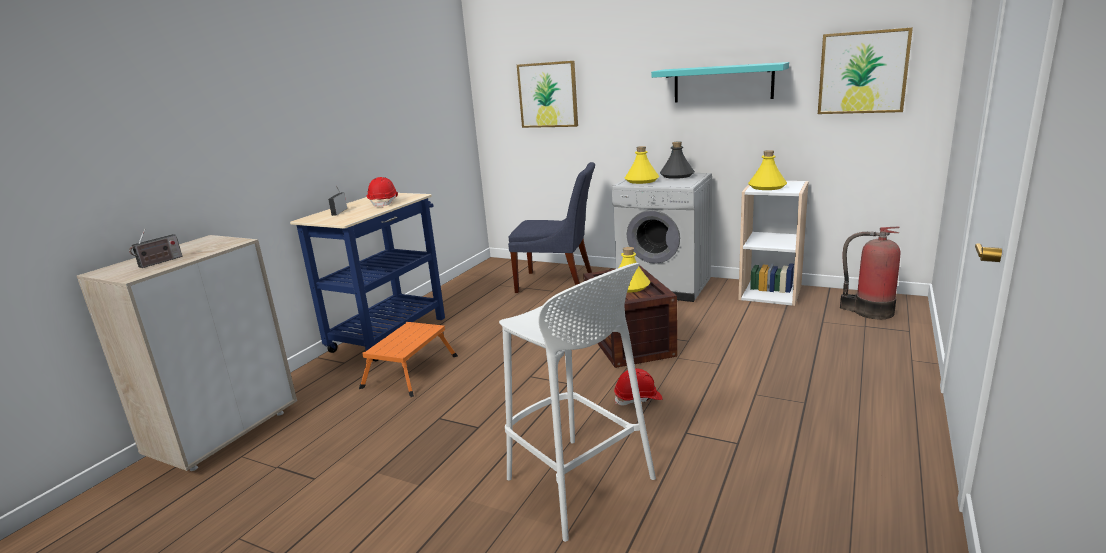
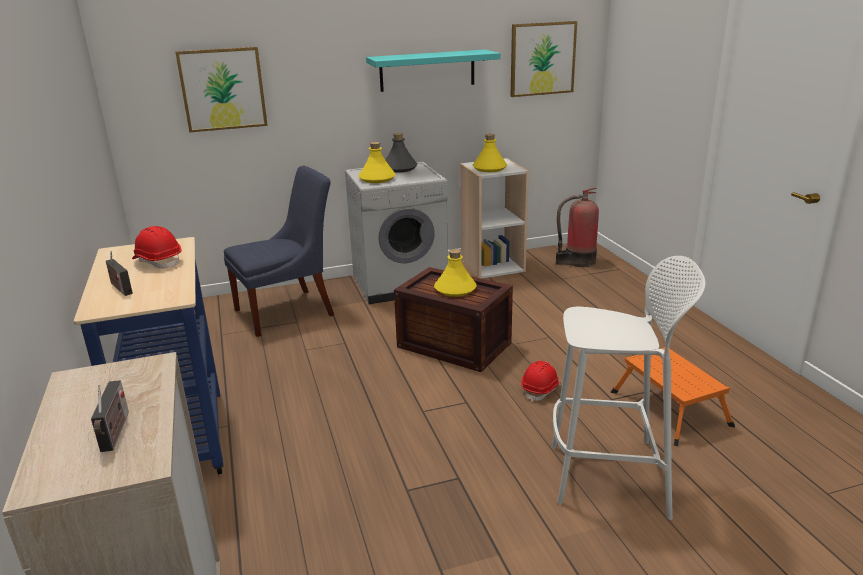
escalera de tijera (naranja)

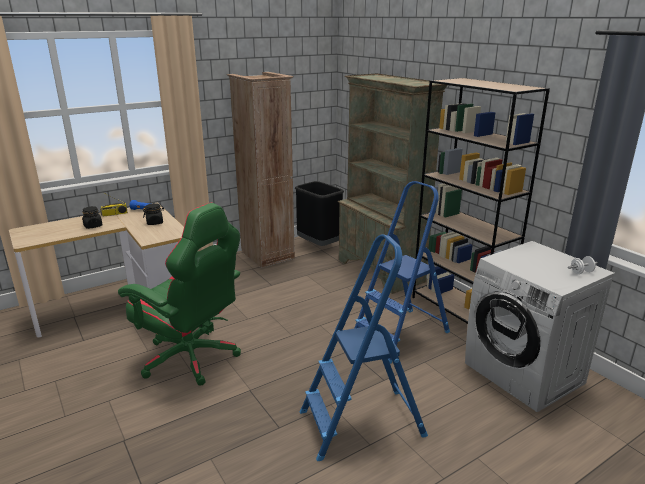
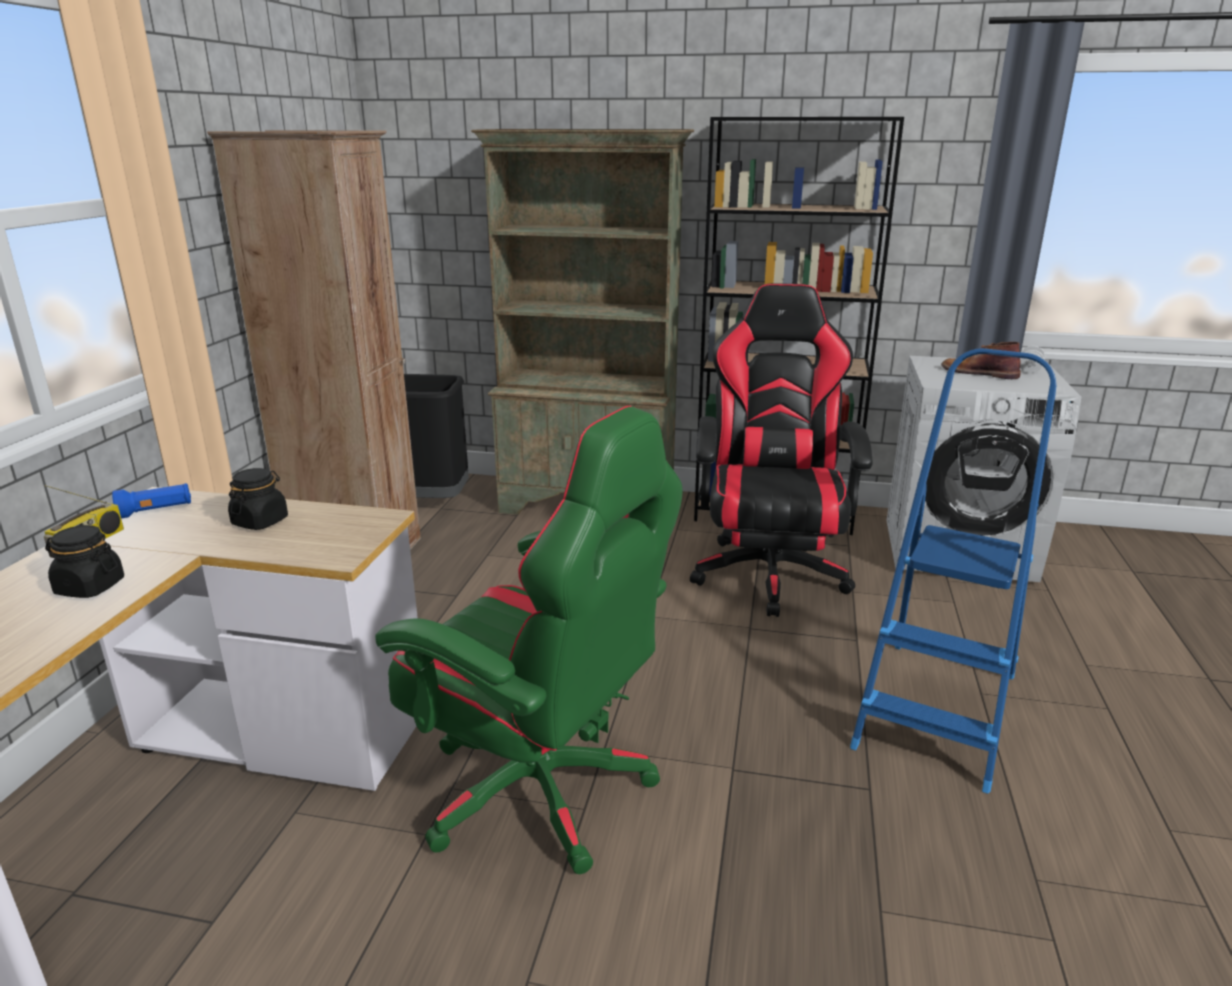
bota (marrón)
silla de oficina (negro)
silla de oficina (verde)

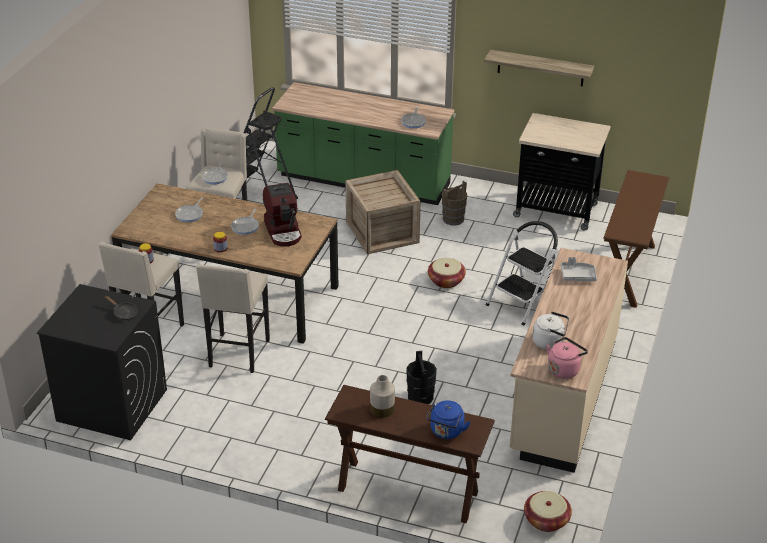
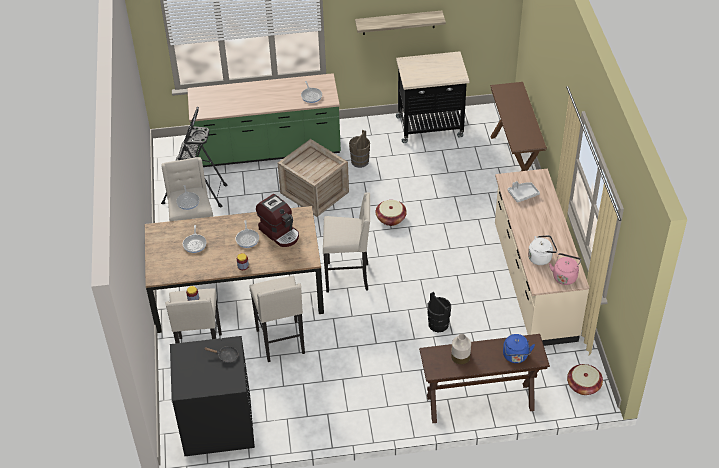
escalera de tijera (no. 2 from left in the first image)
taburete (beis) (no. 4 from left)

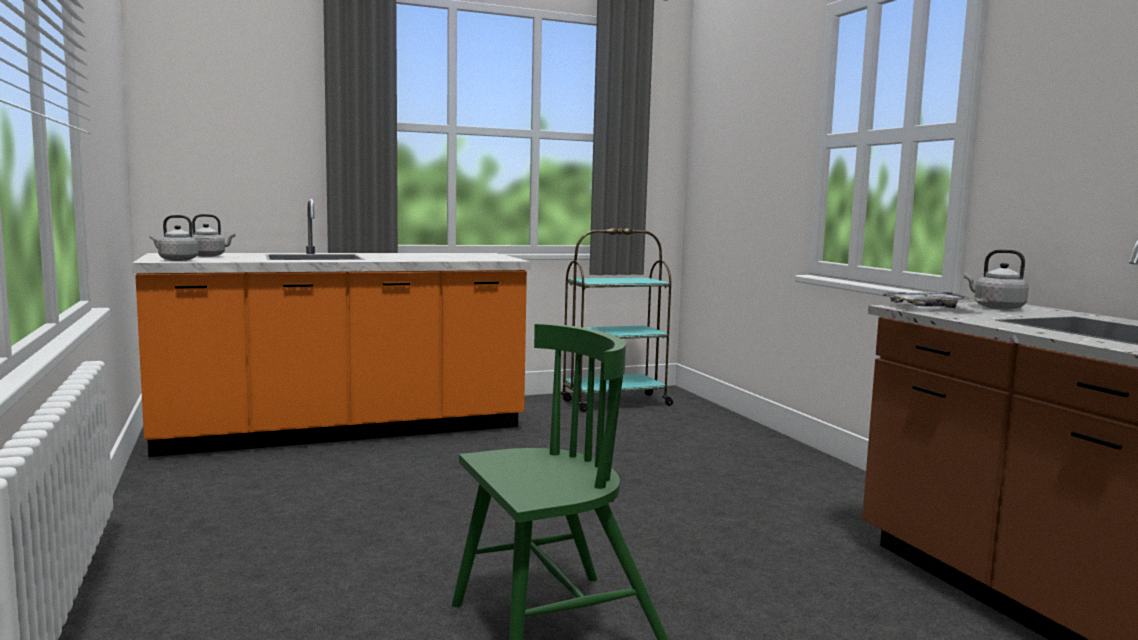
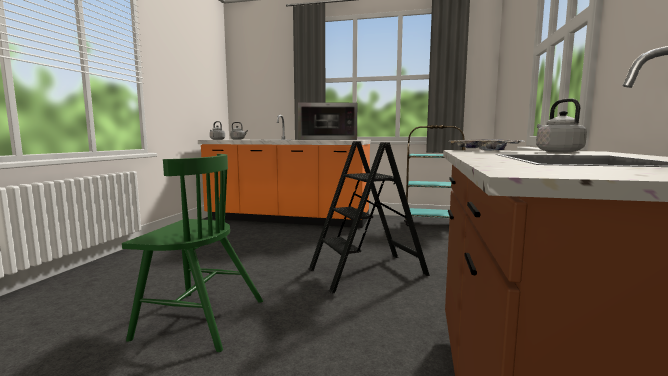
microondas
escalera de tijera (negro)

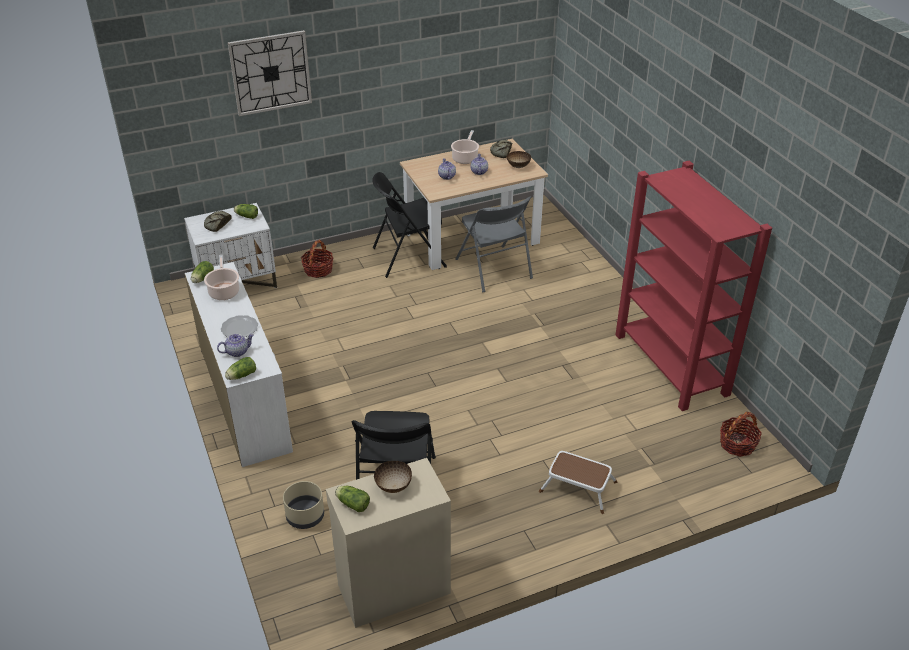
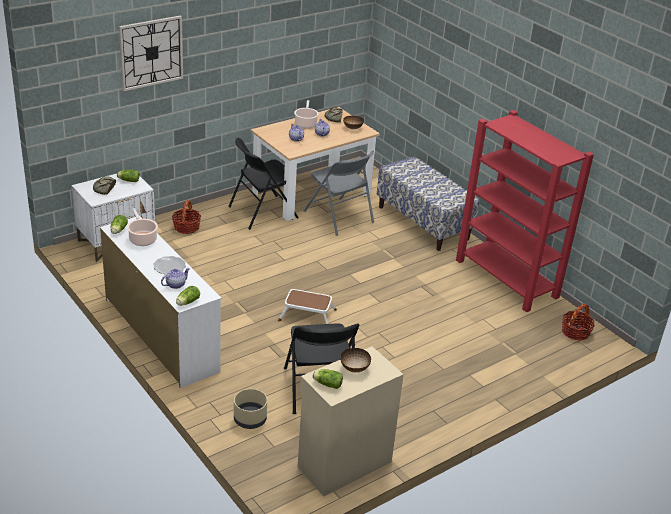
banco
escalera de tijera (marrón)

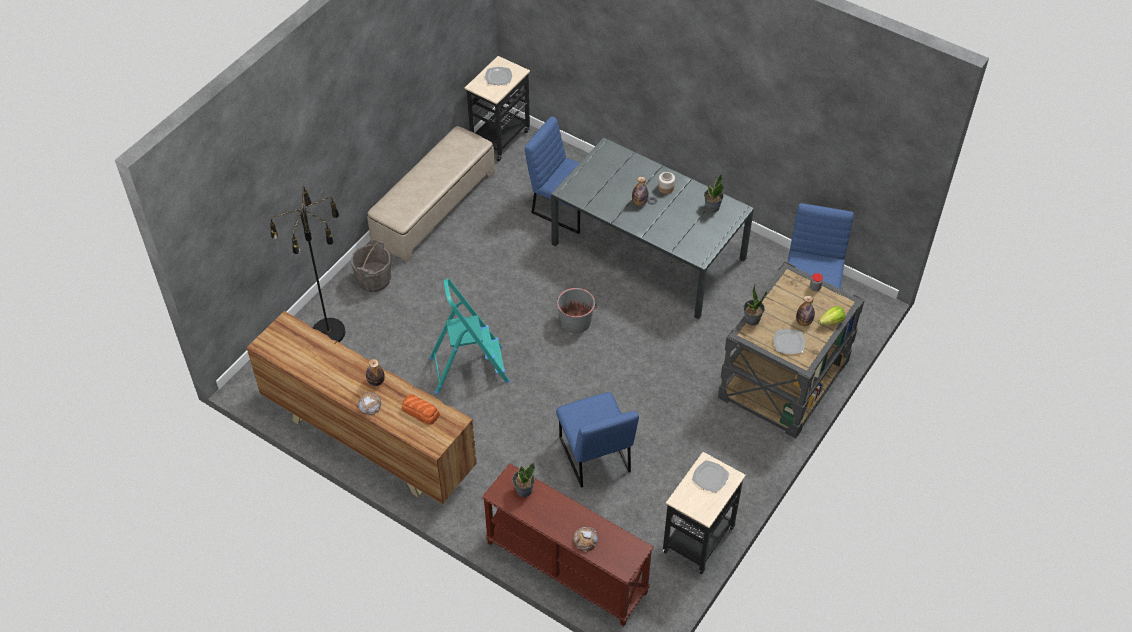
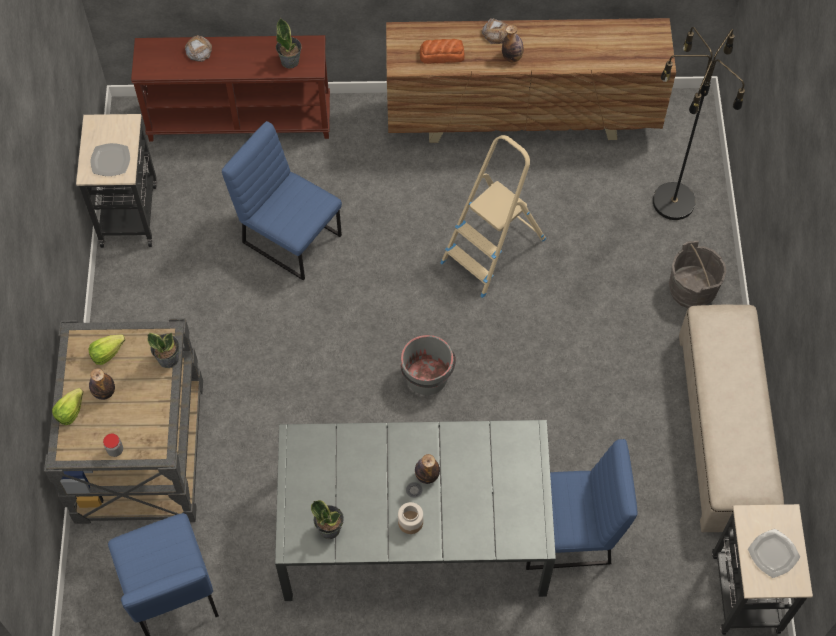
lechuga (no. 2 from left)
escalera de tijera (beis)

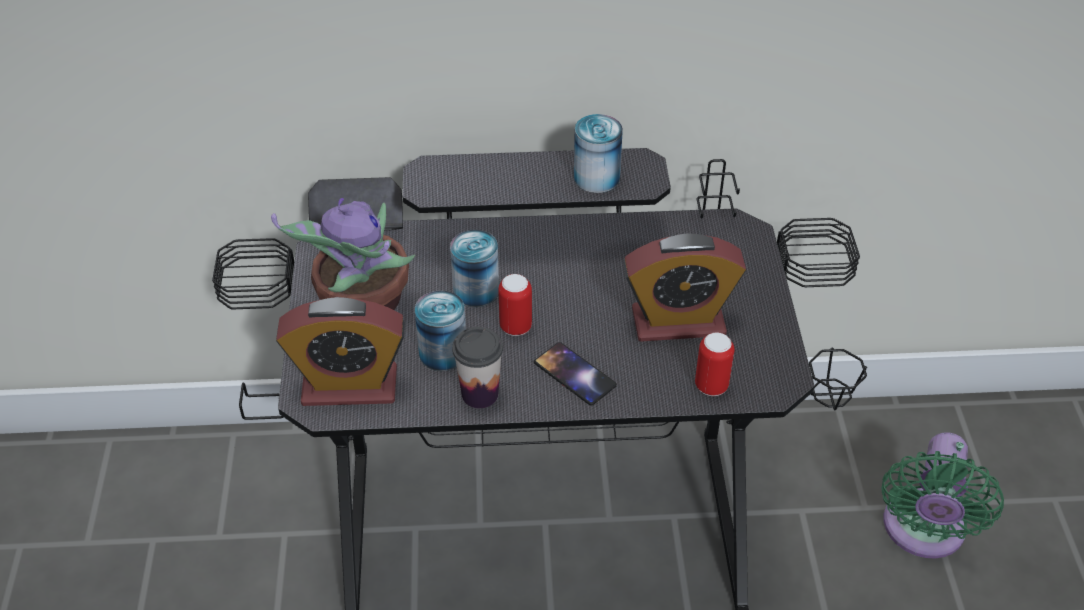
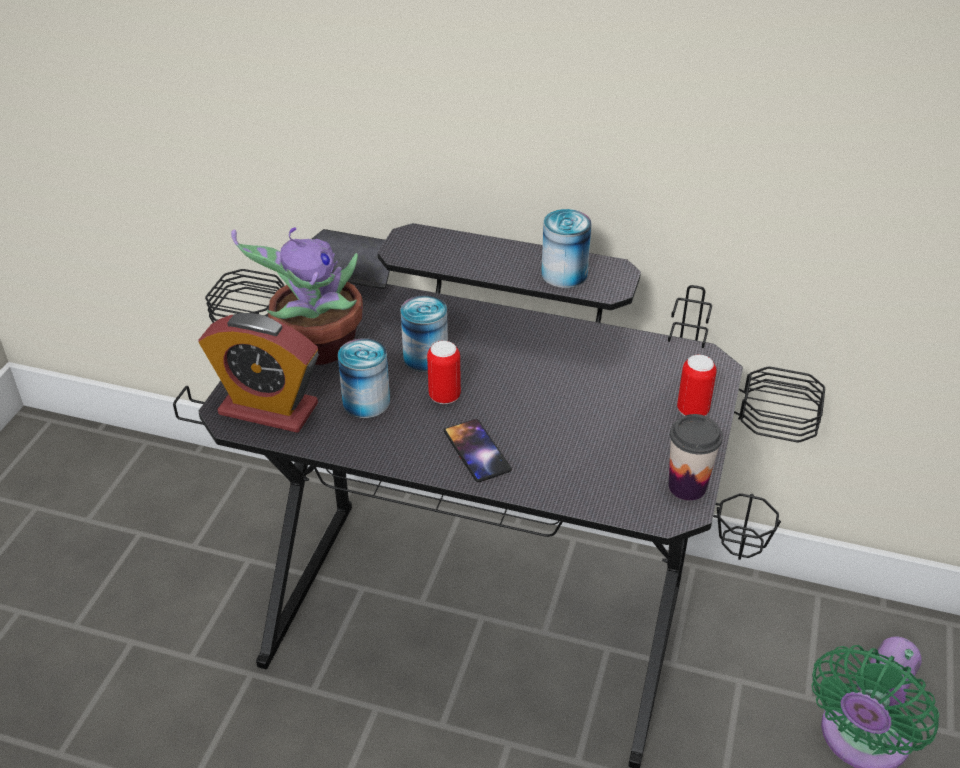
despertador (no. 2 from left in the first image)
taza
lata (no. 5 from left)

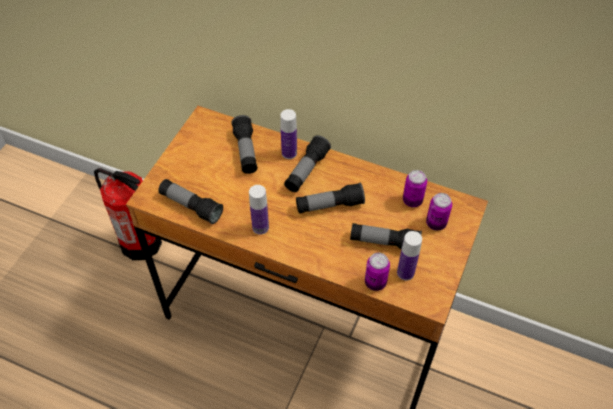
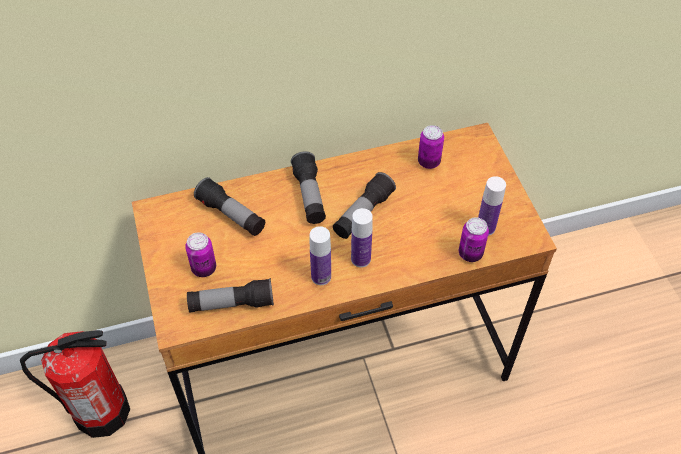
linterna (no. 5 from left in the first image)
botella (no. 2 from left)
lata (no. 1 from left)

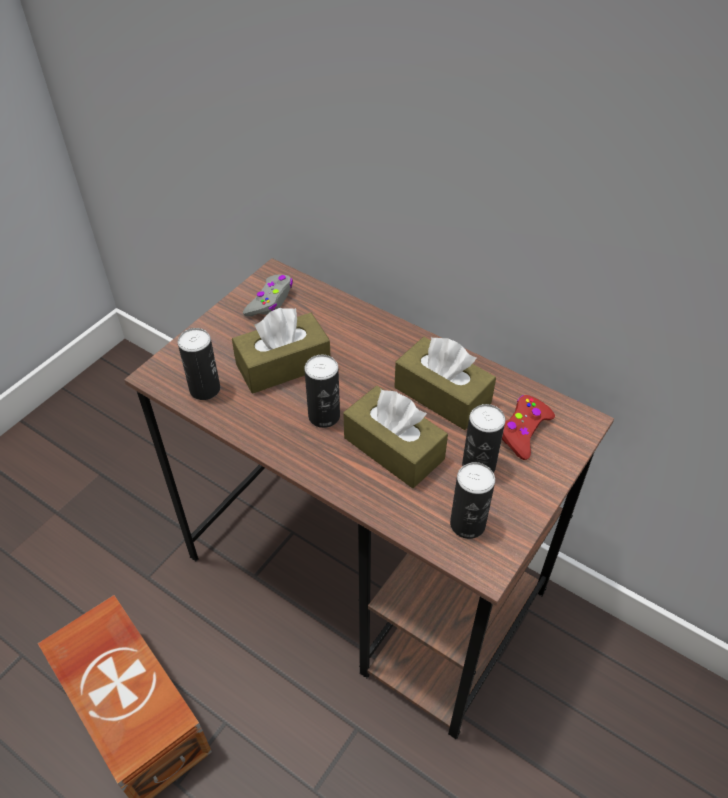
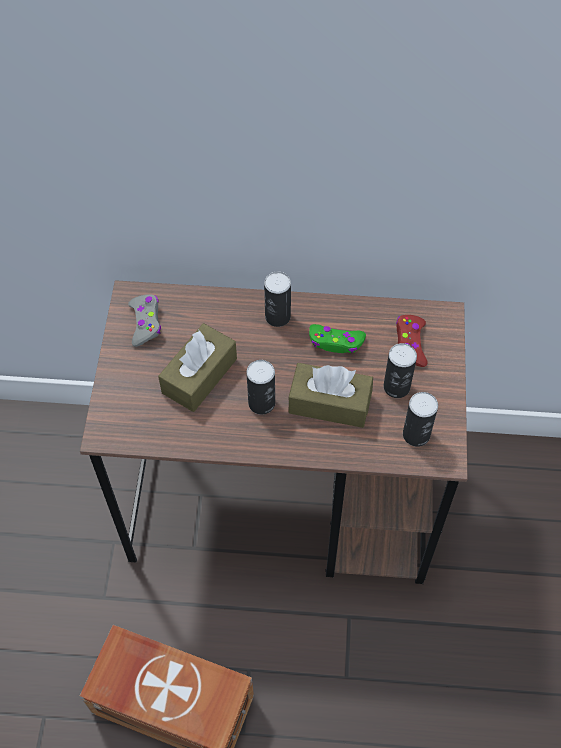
lata (no. 2 from left)
mando de consola (verde)

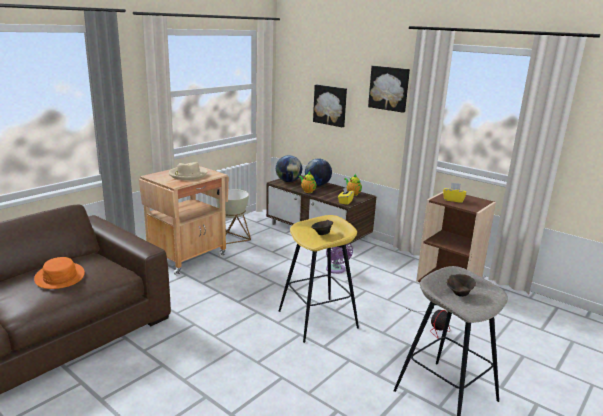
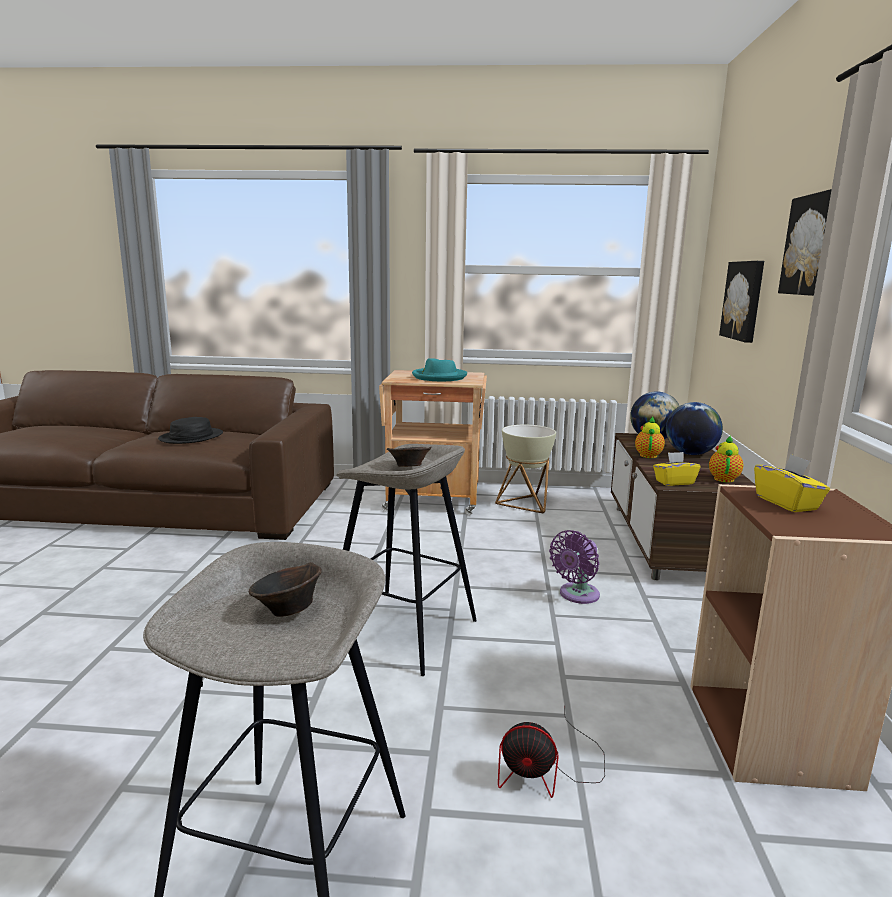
sombrero (negro)
sombrero (turquesa)
taburete (gris) (no. 2 from left)

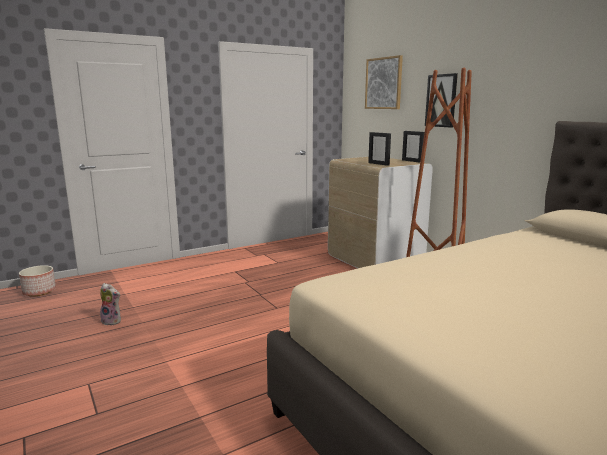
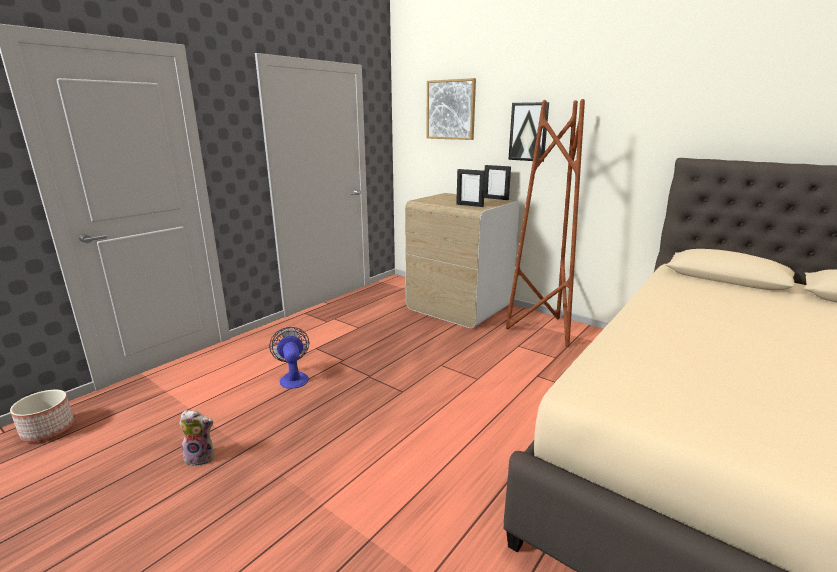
ventilador

